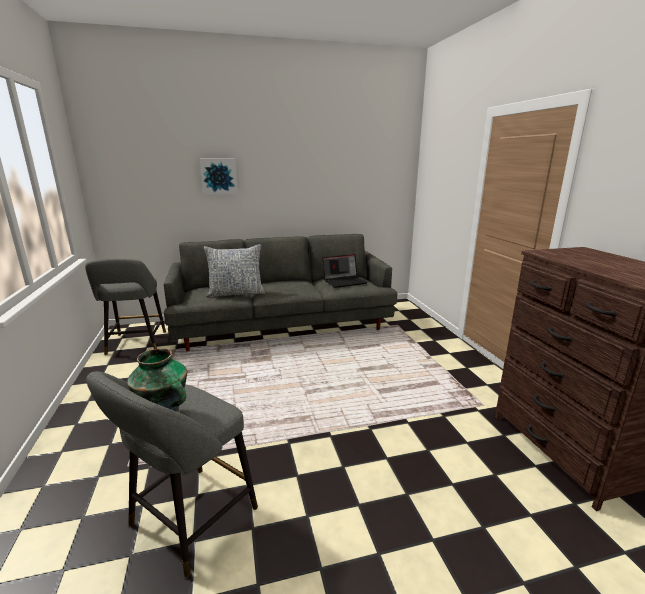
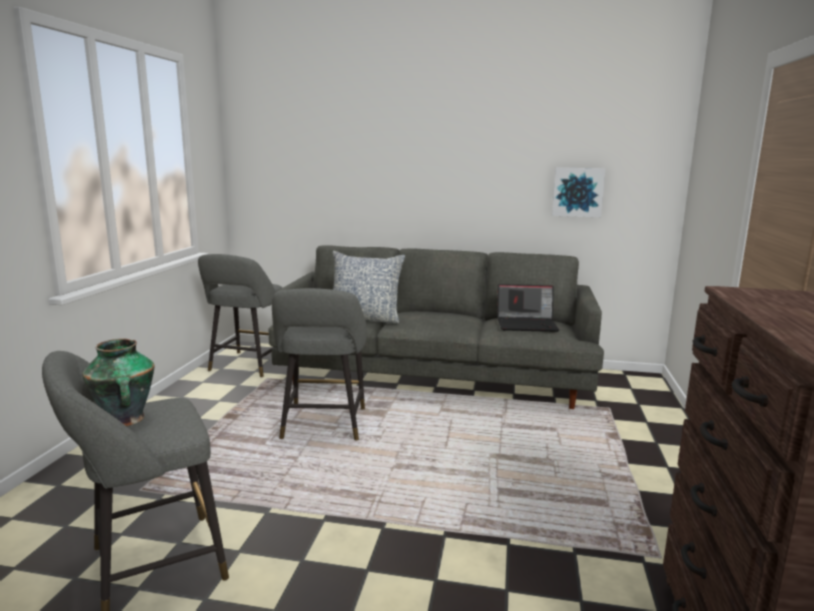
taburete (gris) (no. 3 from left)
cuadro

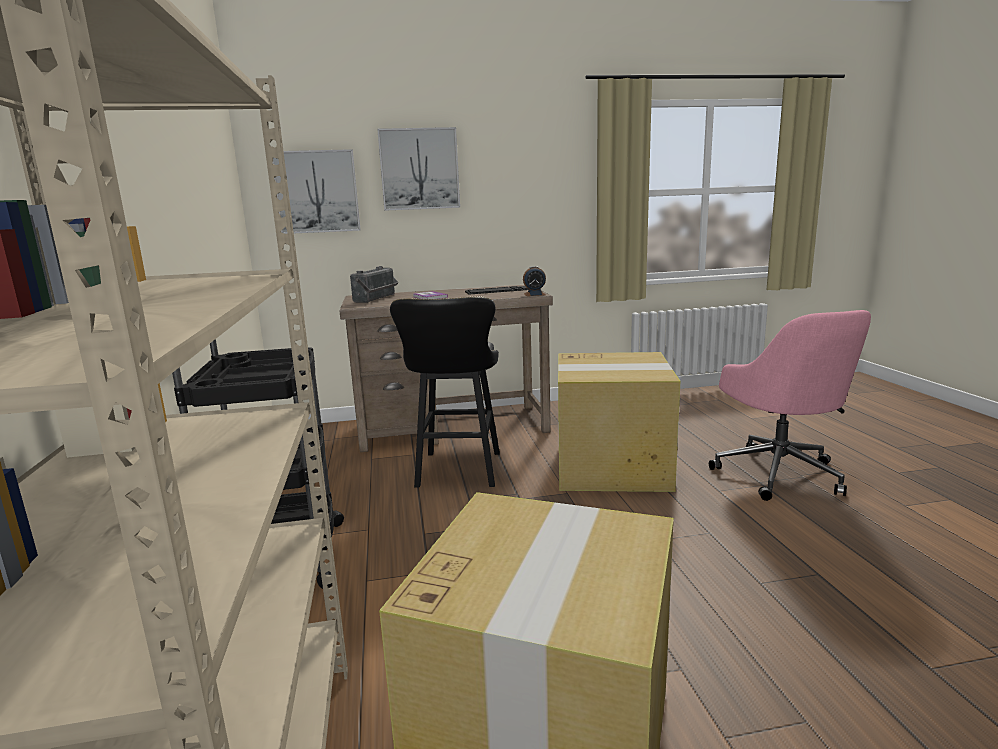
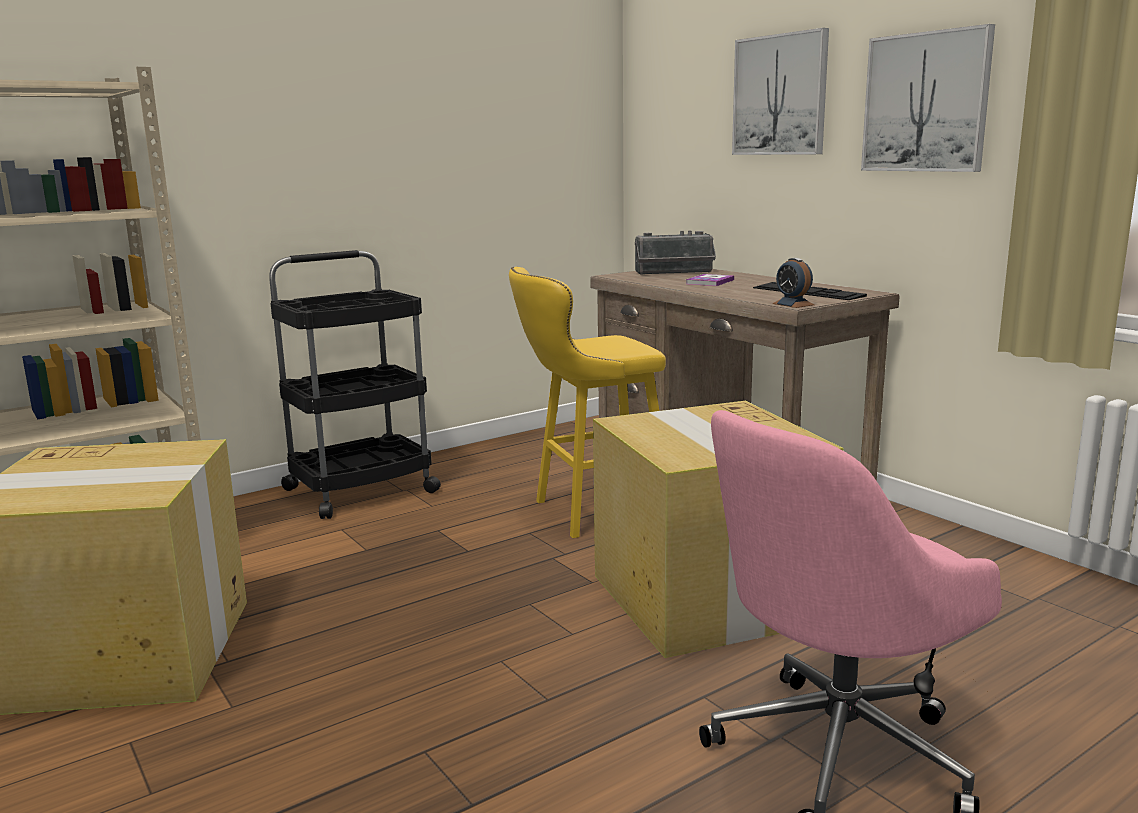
cuadro (no. 2 from left)
taburete (amarillo)

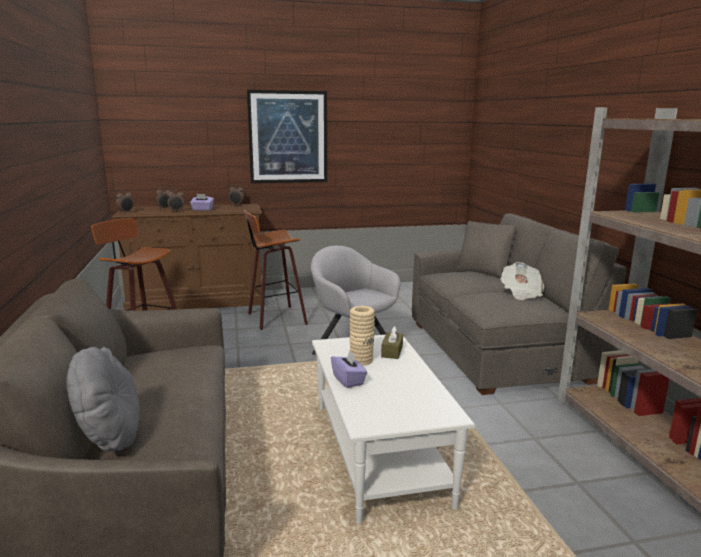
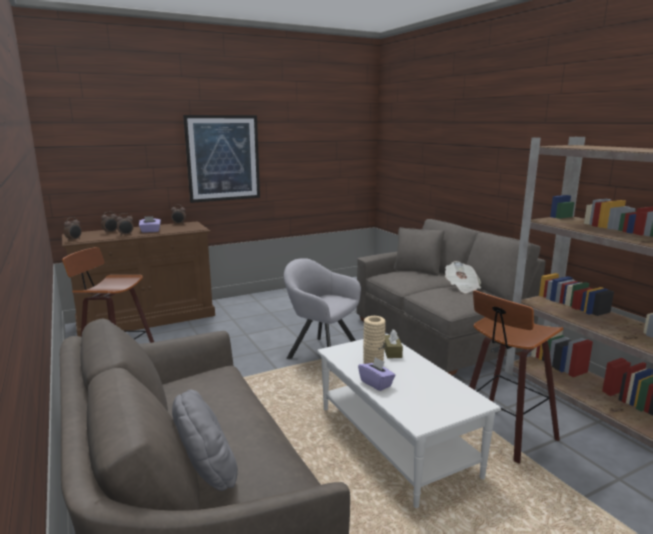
taburete (no. 2 from left)

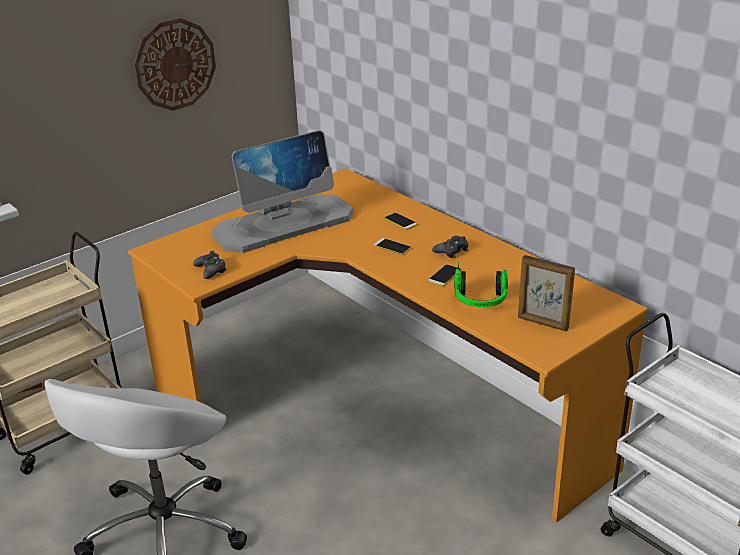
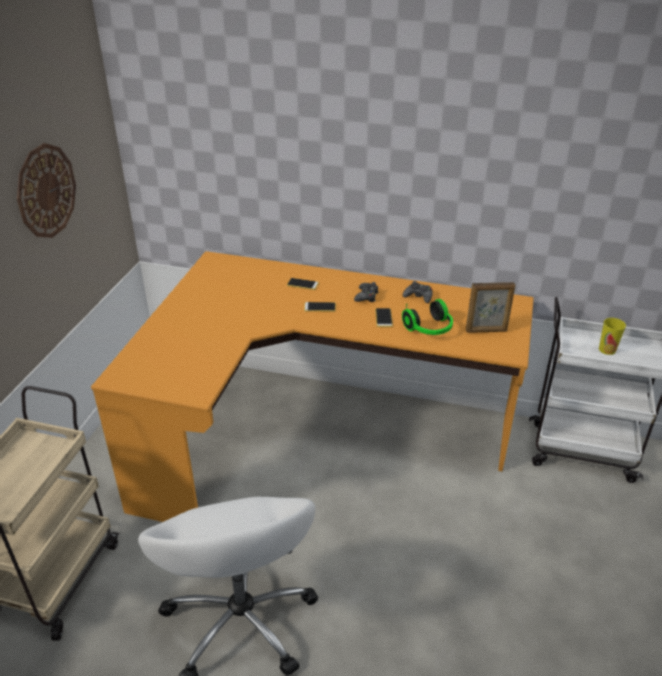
monitor
taza
mando de consola (negro) (no. 2 from left)

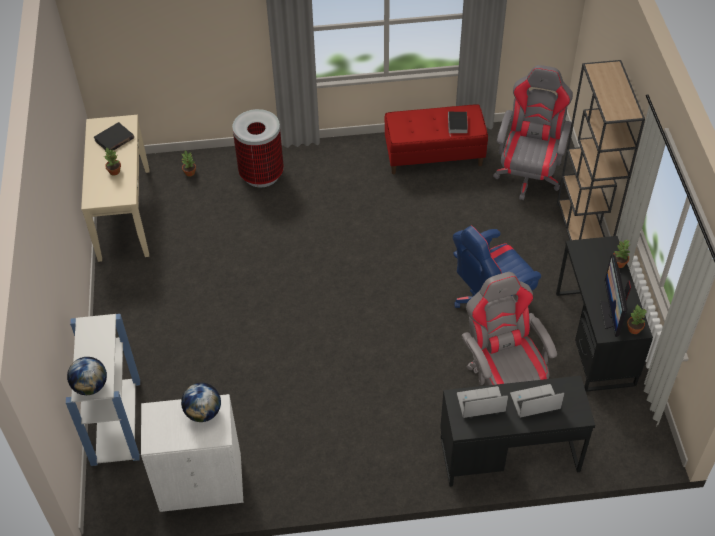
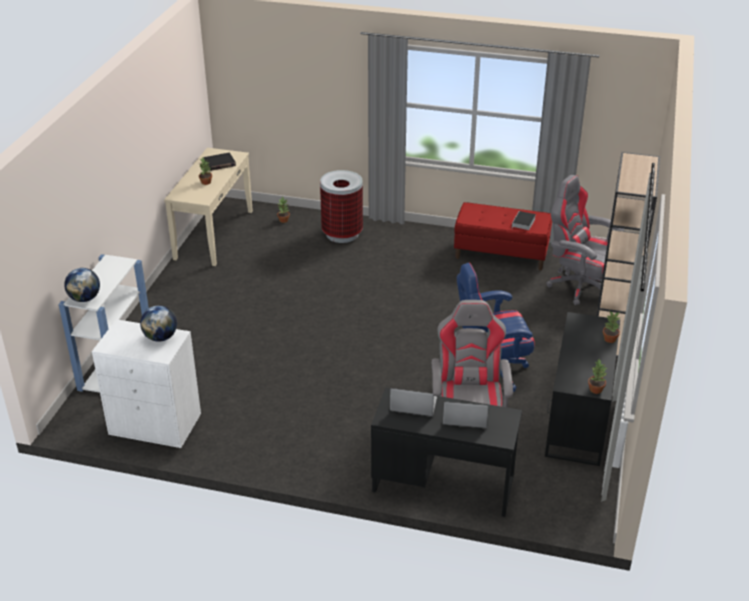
monitor
silla de oficina (gris) (no. 2 from left)

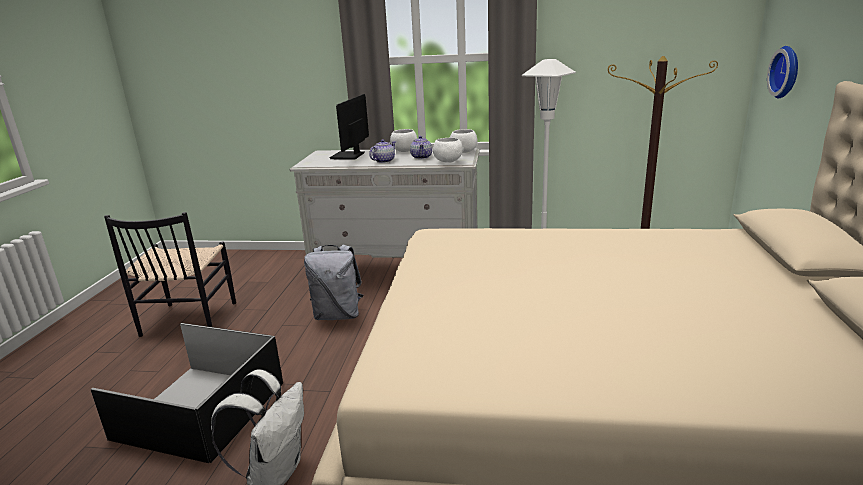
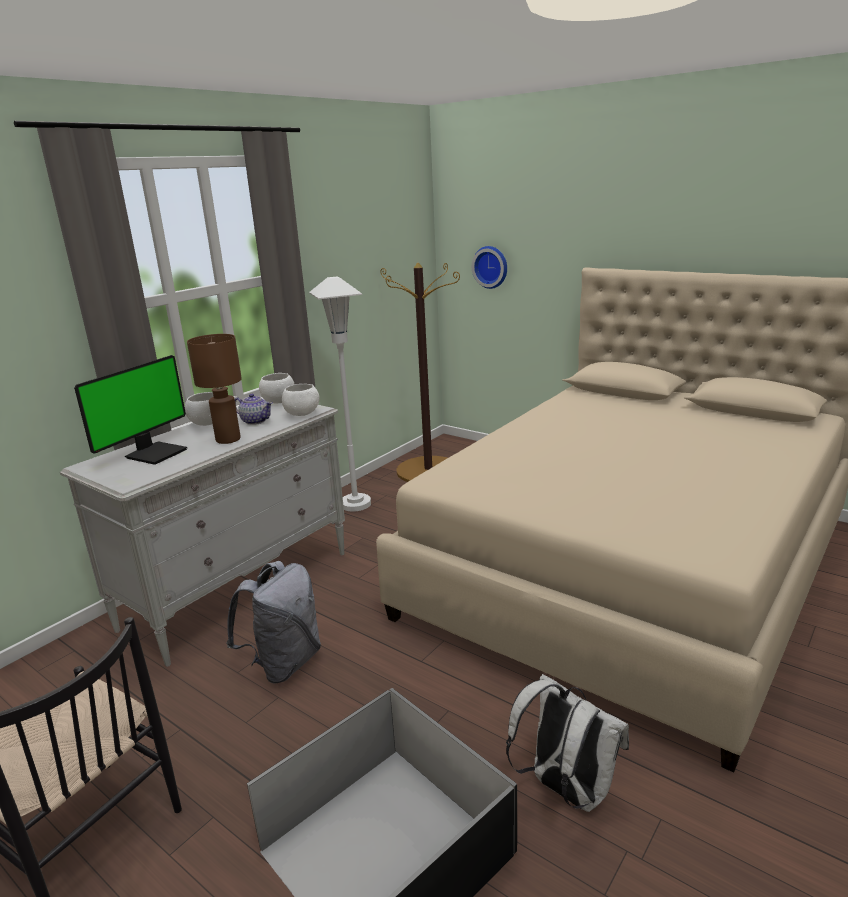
lámpara de mesa (marrón)
monitor

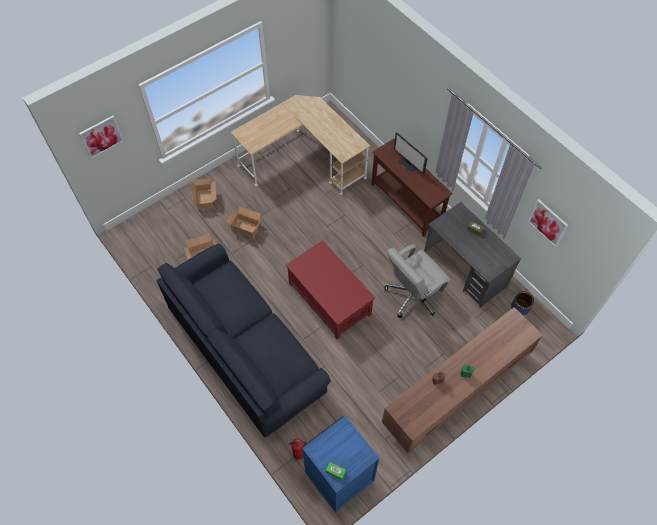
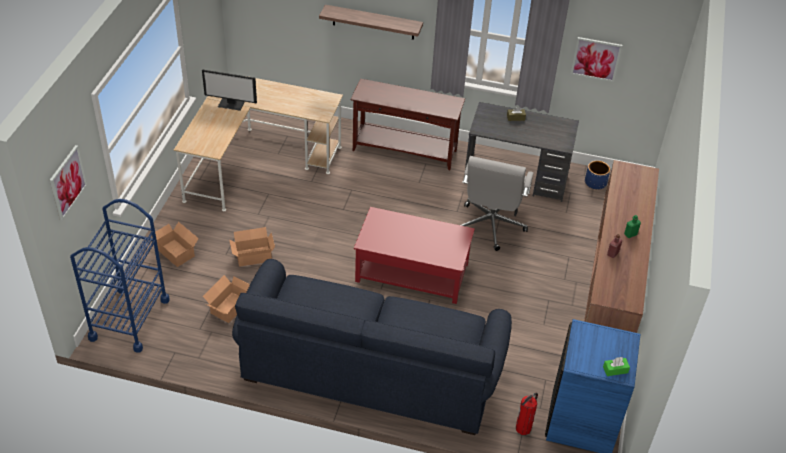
carrito (azul)
estante
monitor

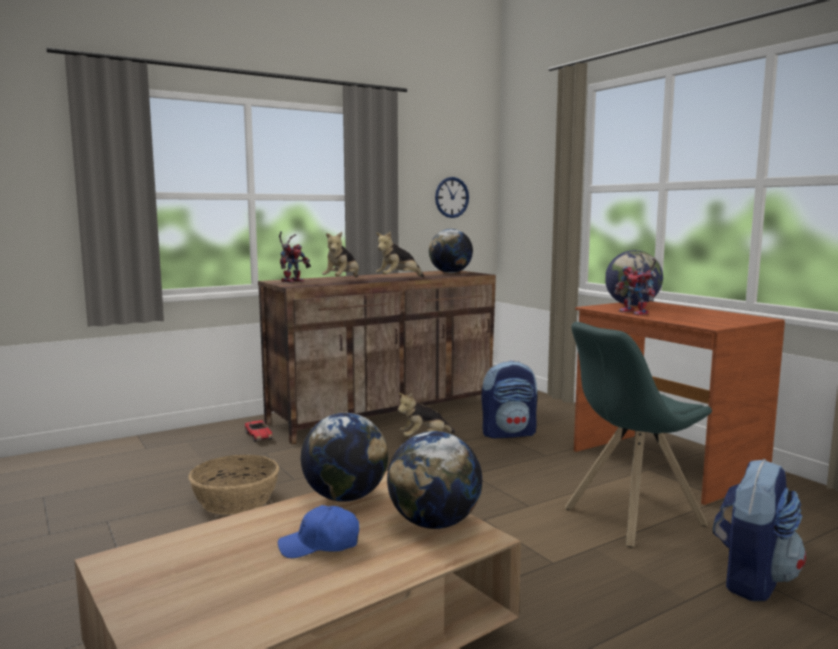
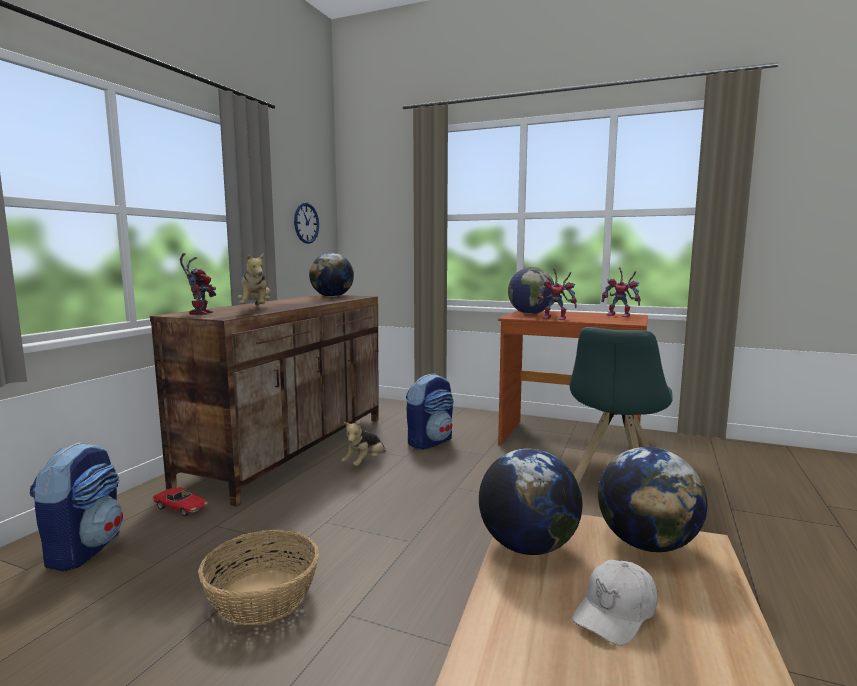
peluche (no. 2 from left in the first image)
robot de juguete (no. 3 from left)
mochila (no. 1 from left)
gorra (blanco)

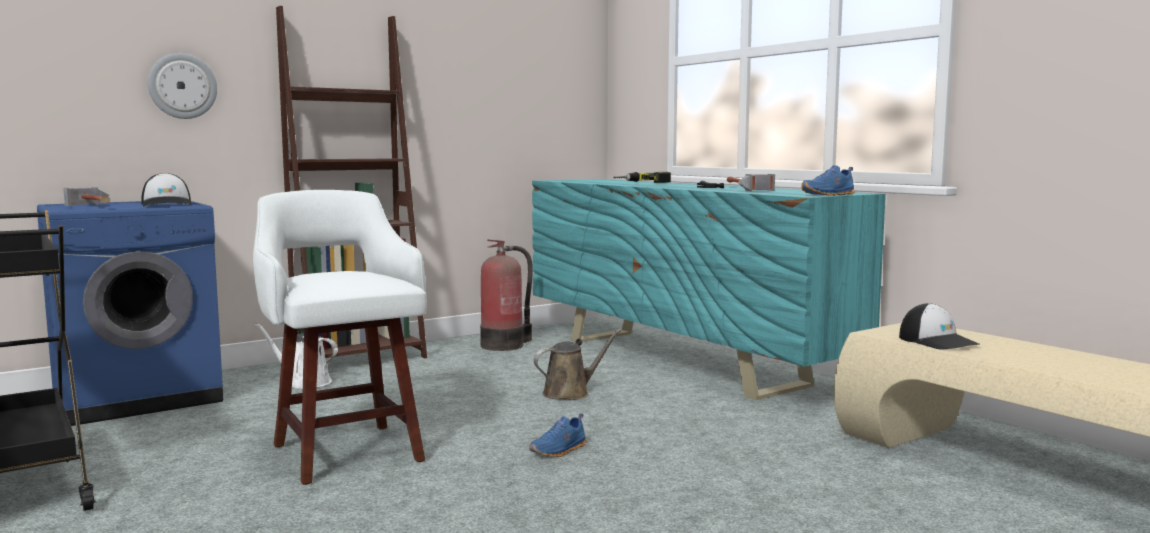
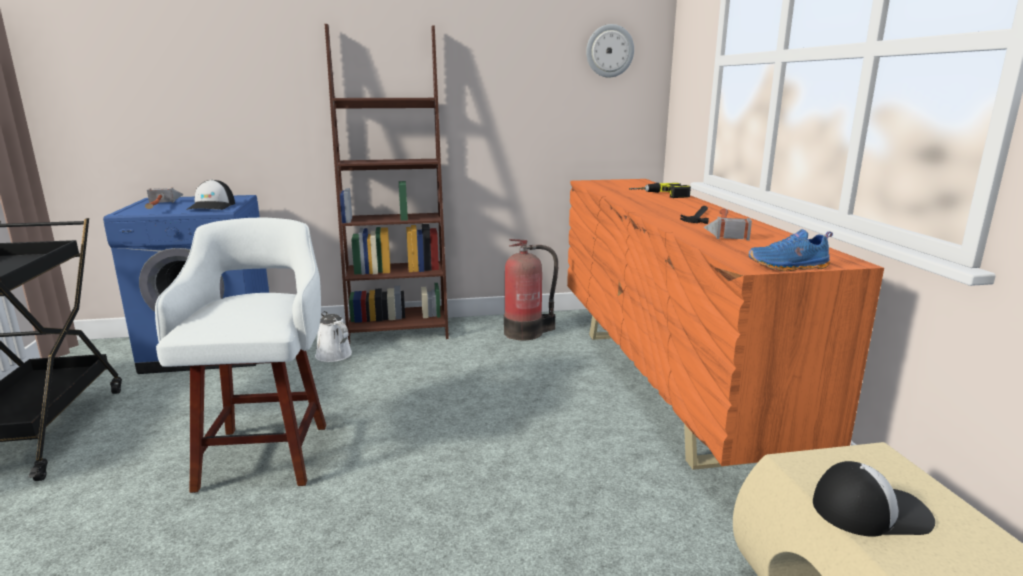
zapato (azul) (no. 1 from left in the first image)
regadera (marrón)
reloj de pared
armario (naranja)
gorra (no. 2 from left)

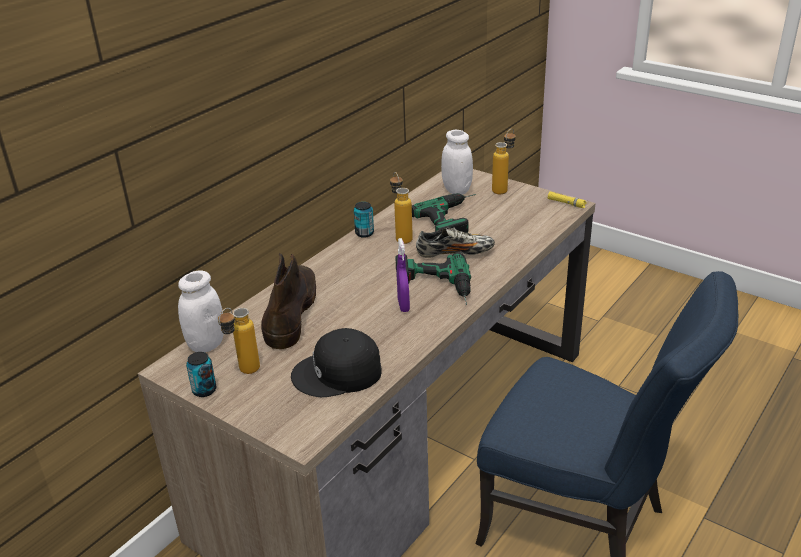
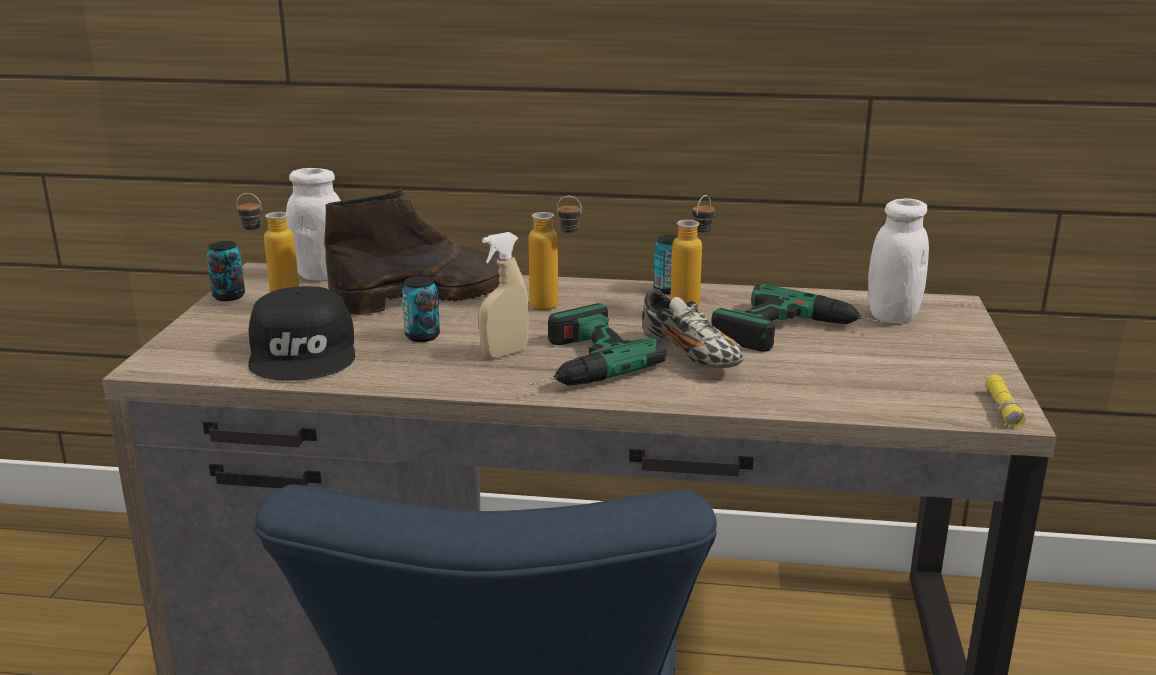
lata (no. 2 from left)
botella (no. 2 from left)
pulverizador (beis)
gorra (negro)

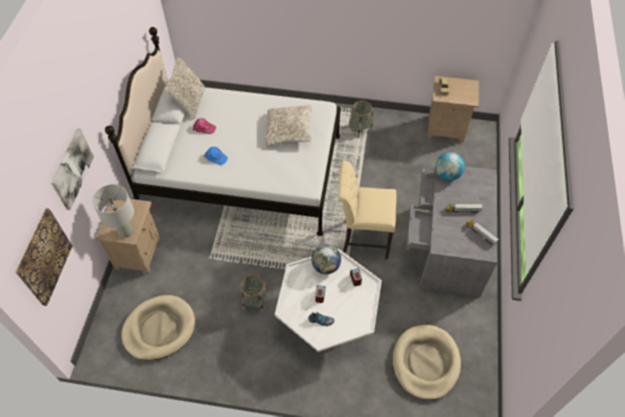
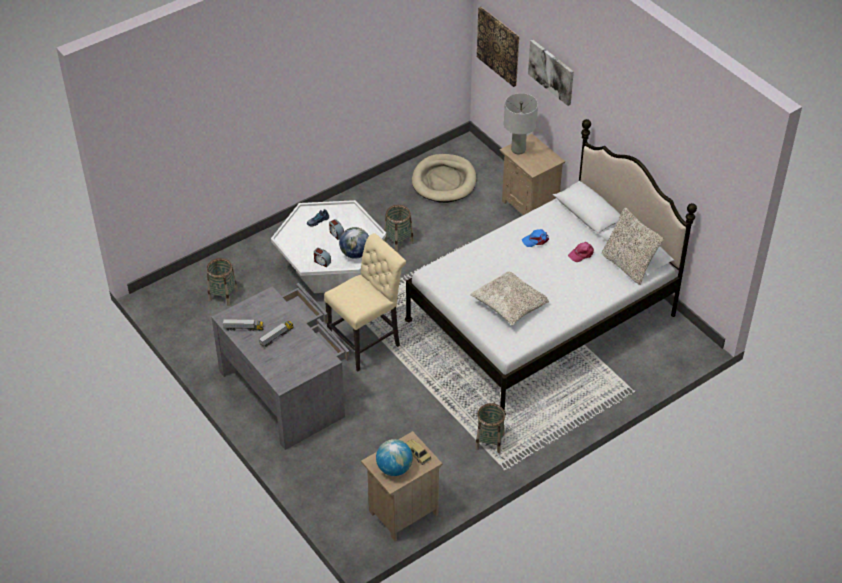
globo terráqueo (no. 2 from left)
cesta (no. 1 from left)

